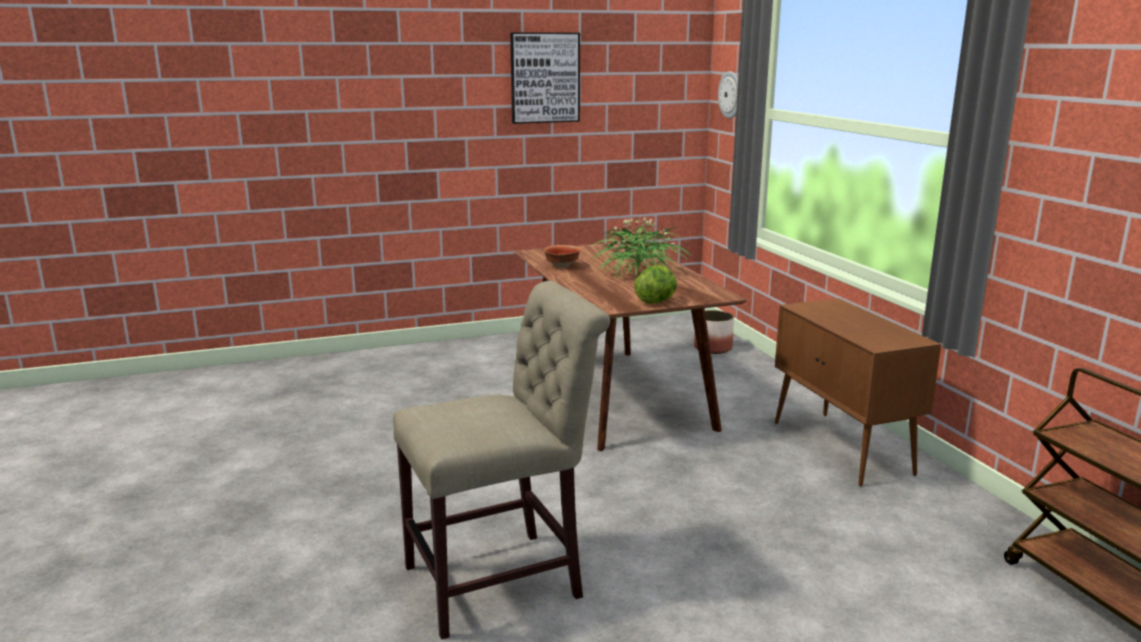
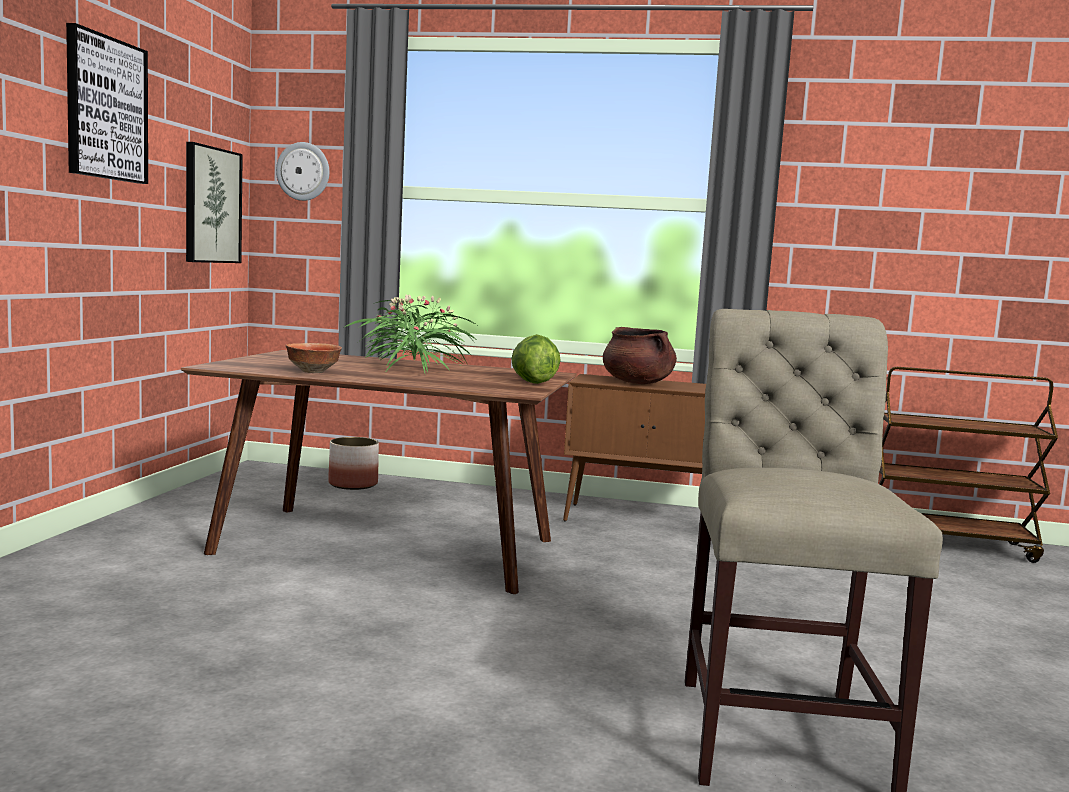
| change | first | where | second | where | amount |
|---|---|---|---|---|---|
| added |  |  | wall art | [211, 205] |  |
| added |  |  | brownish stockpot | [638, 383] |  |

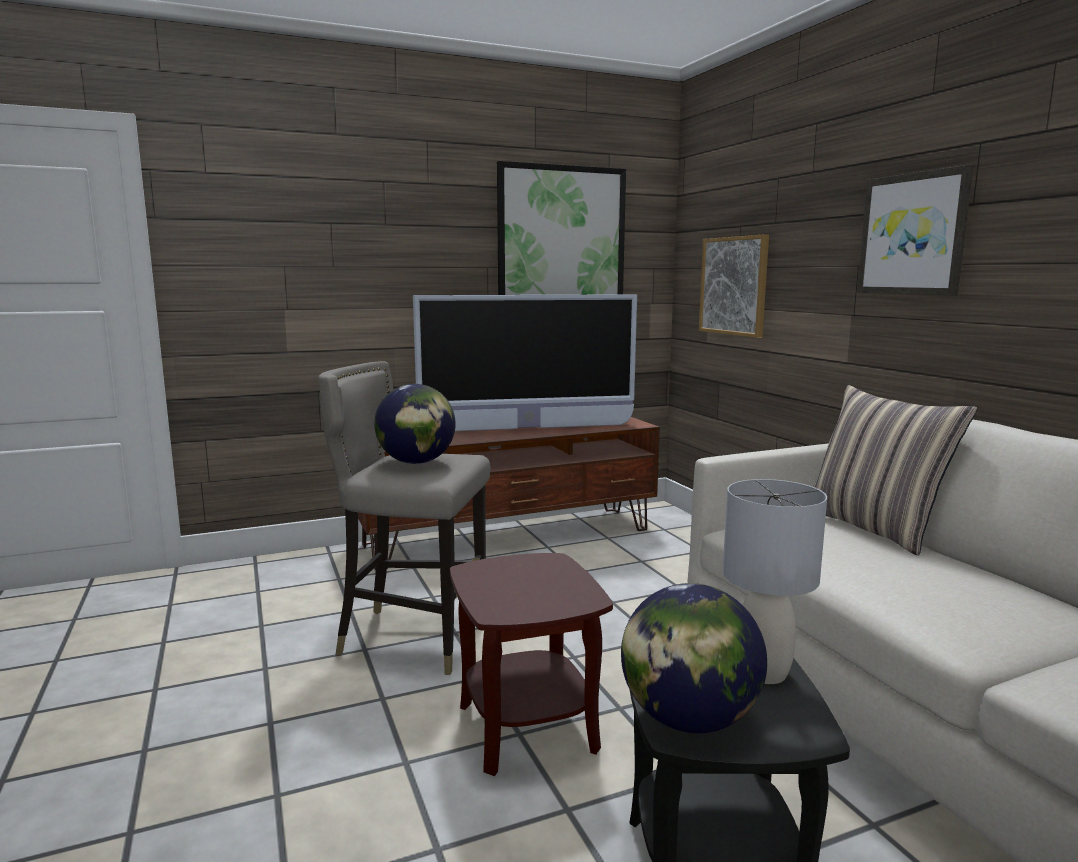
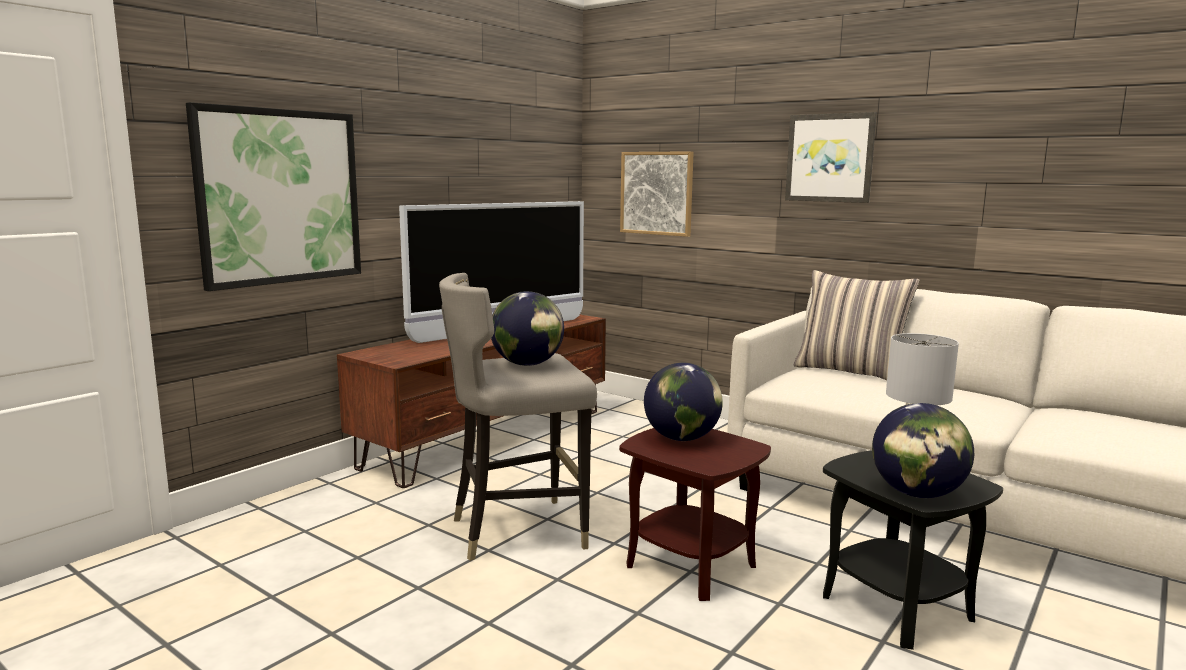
| change | first | where | second | where | amount |
|---|---|---|---|---|---|
| moved | wall art | [561, 237] |  | [280, 197] |  |
| added |  |  | world globe | [682, 438] |  |

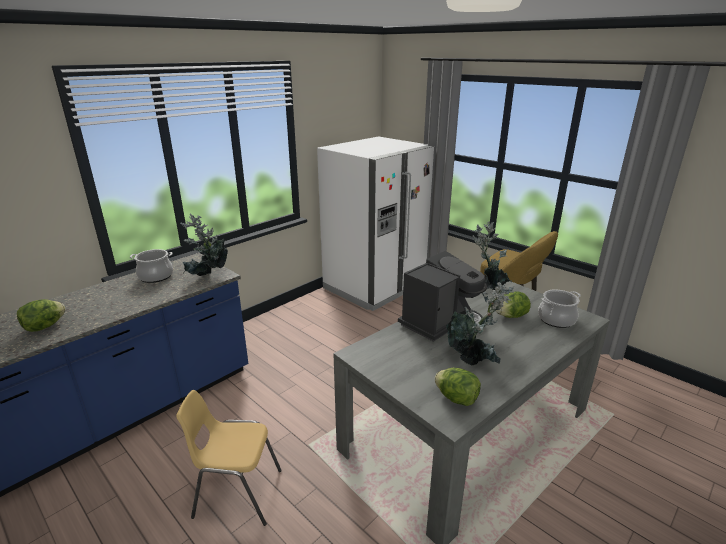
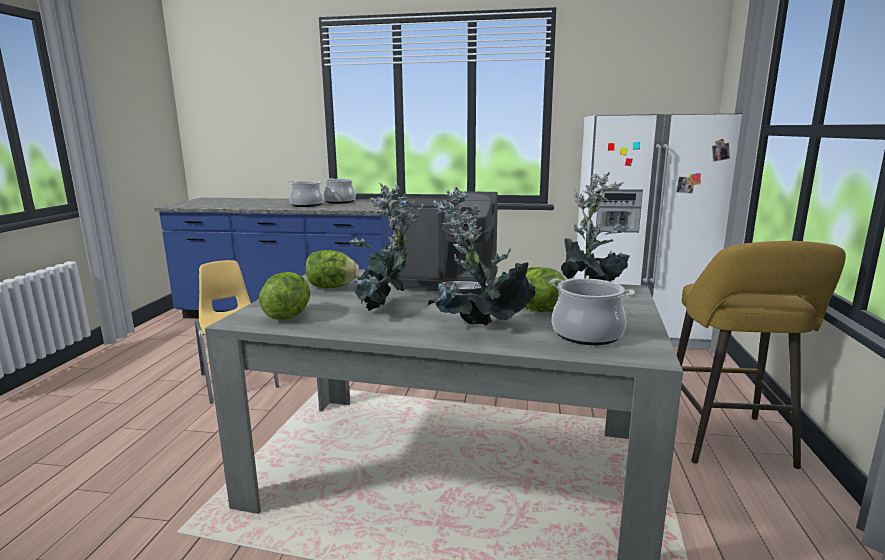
| change | first | where | second | where | amount |
|---|---|---|---|---|---|
| moved | head of lettuce | [44, 327] |  | [331, 287] |  |
| moved | houseplant | [208, 277] |  | [477, 330] |  |
| added |  |  | stockpot | [306, 205] |  |

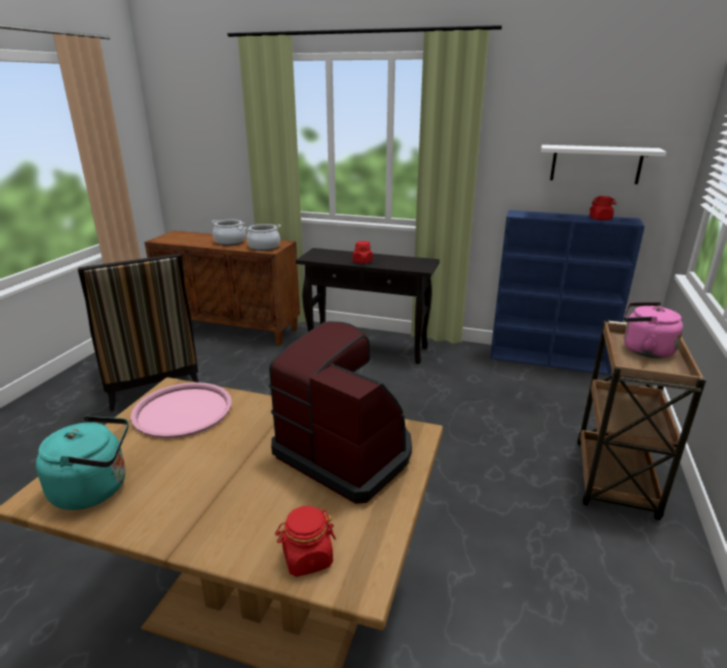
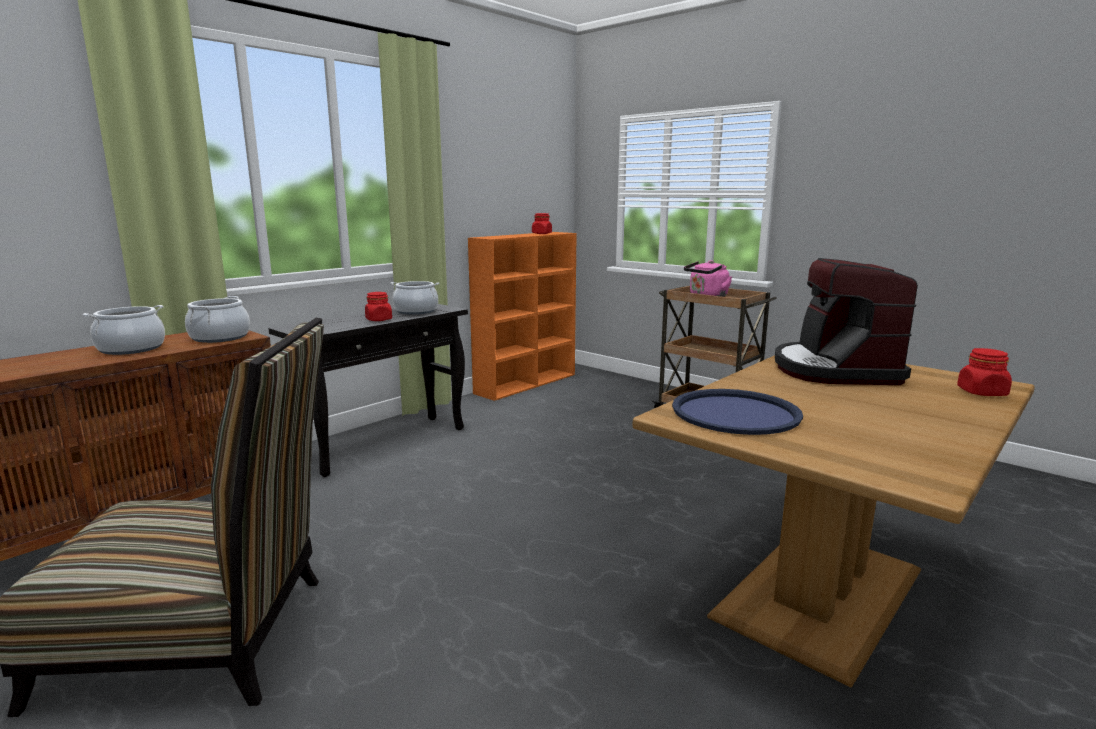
| change | first | where | second | where | amount |
|---|---|---|---|---|---|
| removed | turquoise tea kettle | [95, 488] |  |  |  |
| recoloured | pink carrying tray | [182, 411] | bluish carrying tray | [735, 413] |  |
| turned | coffee machine | [346, 452] |  | [834, 370] | 60 degrees counterclockwise |
| recoloured | bluish shelving unit | [549, 359] | orange shelving unit | [527, 383] |  |
| removed | white-coloured wall shelf | [596, 164] |  |  |  |
| added |  |  | stockpot | [416, 311] |  |

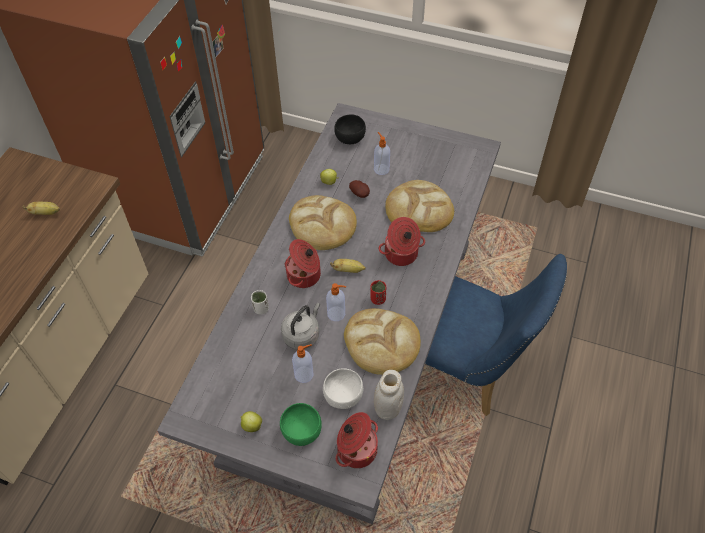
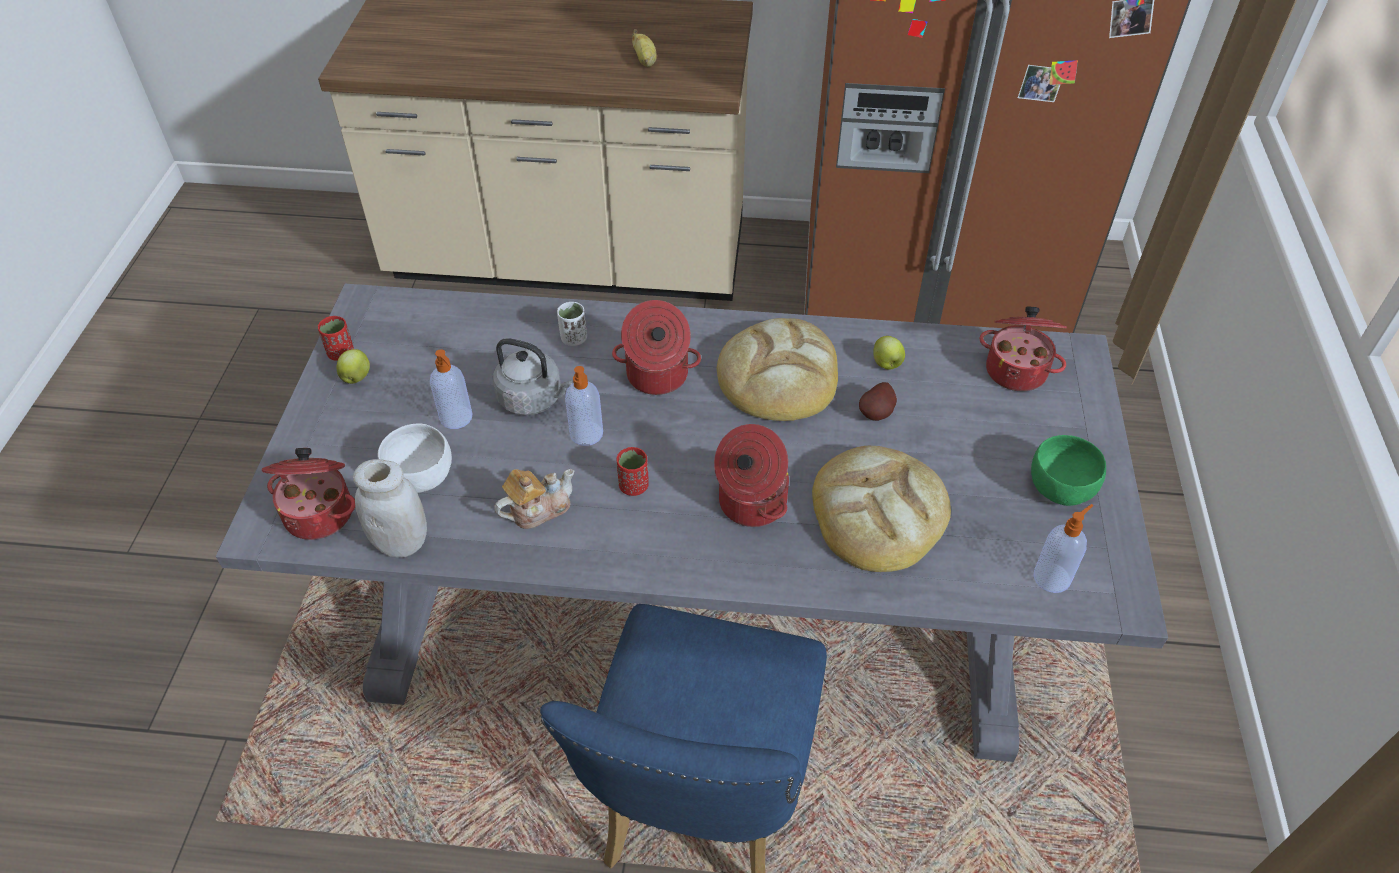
| change | first | where | second | where | amount |
|---|---|---|---|---|---|
| moved | green-coloured serving bowl | [302, 431] |  | [1060, 488] |  |
| removed | banana | [348, 270] |  |  |  |
| replaced | blackish serving bowl | [349, 138] | stockpot | [1016, 370] |  |
| replaced | bakery bread | [381, 343] | teapot | [538, 509] |  |
| moved | soap dispenser | [381, 169] |  | [1052, 577] |  |
| added |  |  | red-coloured small cup | [341, 353] |  |

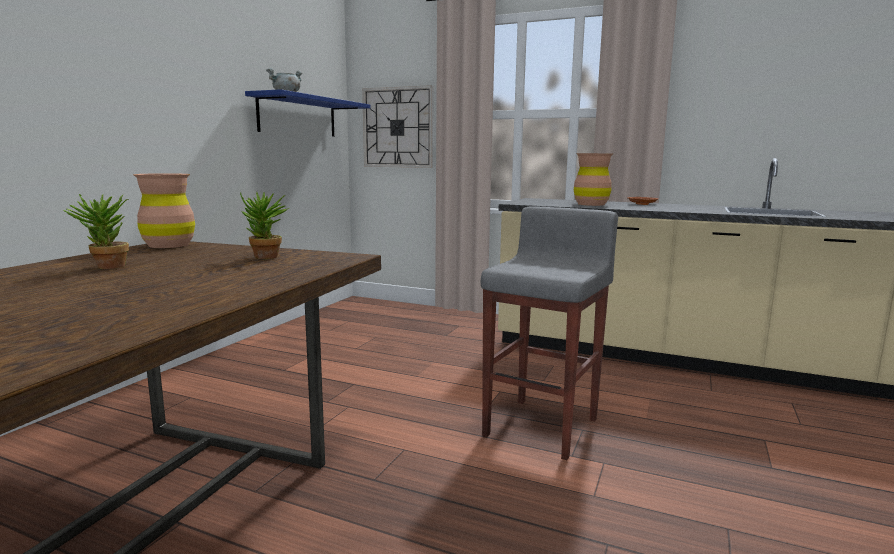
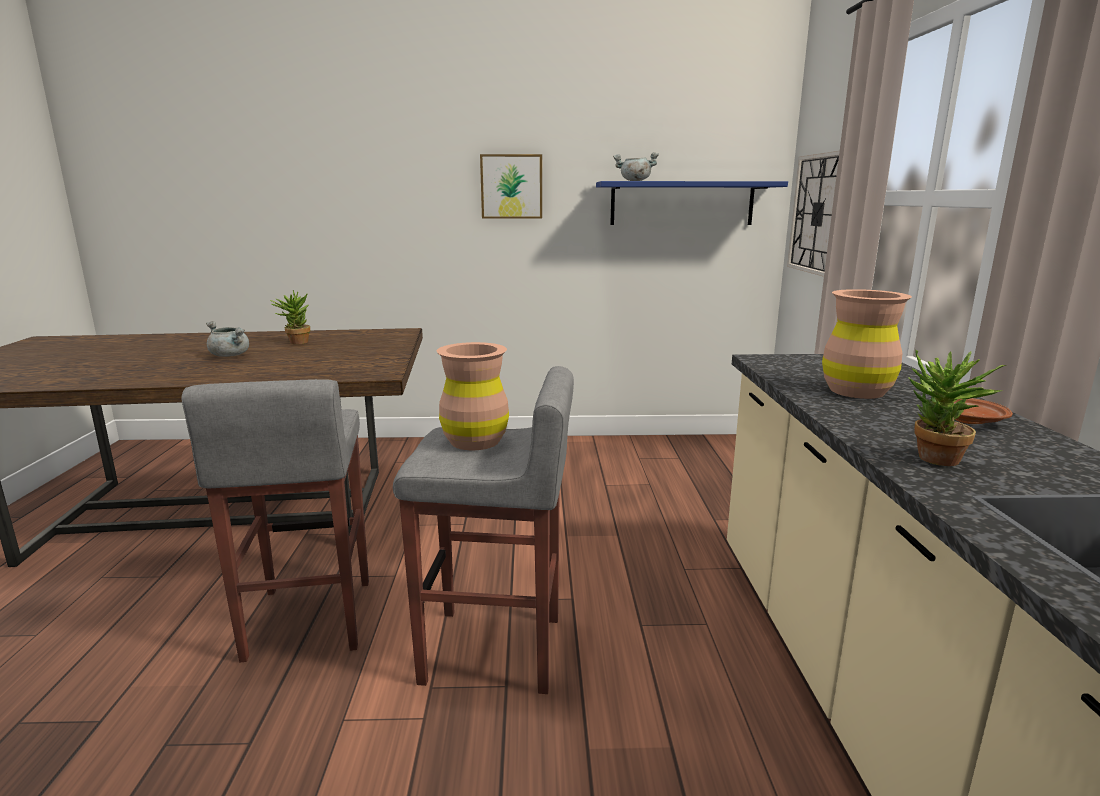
| change | first | where | second | where | amount |
|---|---|---|---|---|---|
| moved | brownish decorative vase | [169, 245] |  | [475, 441] |  |
| moved | houseplant | [266, 258] |  | [935, 461] |  |
| added |  |  | gray sitting stool | [307, 620] |  |
| added |  |  | gray stockpot | [231, 355] |  |
| added |  |  | wall art | [511, 187] |  |

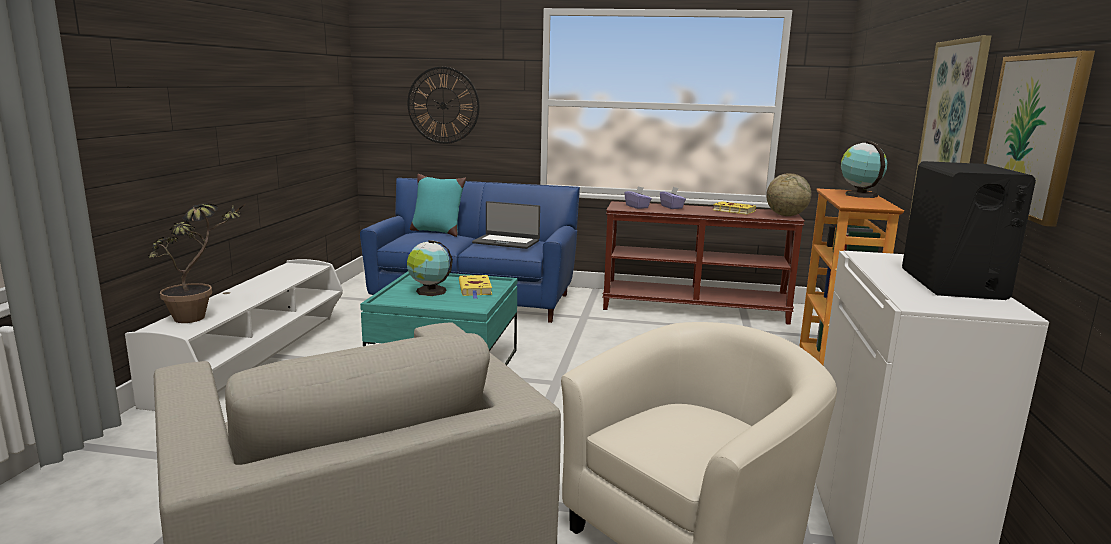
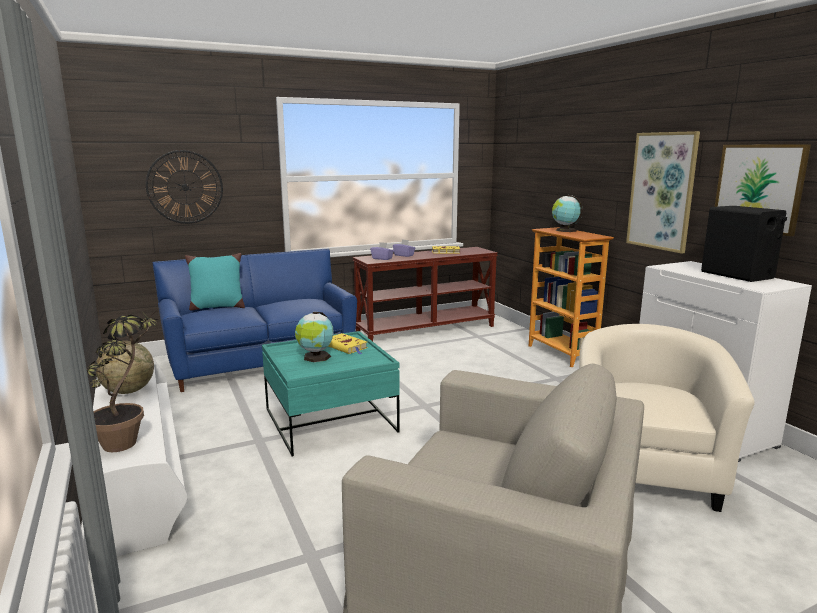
| change | first | where | second | where | amount |
|---|---|---|---|---|---|
| removed | laptop | [506, 242] |  |  |  |
| moved | world globe | [786, 215] |  | [128, 391] |  |

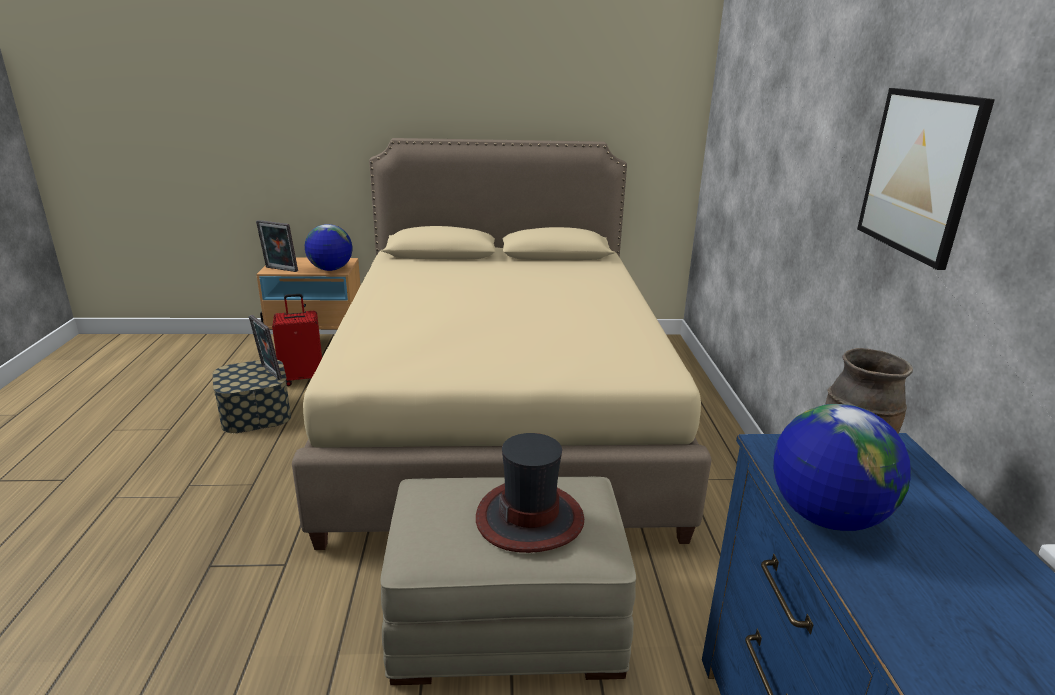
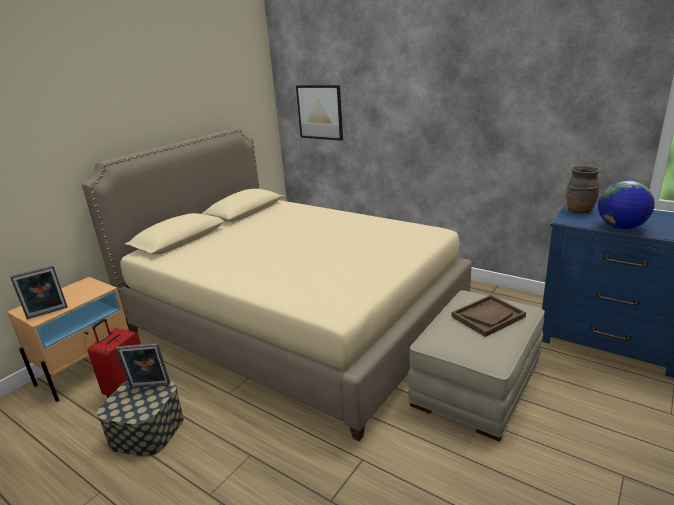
| change | first | where | second | where | amount |
|---|---|---|---|---|---|
| removed | world globe | [330, 269] |  |  |  |
| replaced | wearable hat | [530, 518] | brownish carrying tray | [488, 316] |  |
| moved | wall art | [919, 174] |  | [320, 112] |  |

